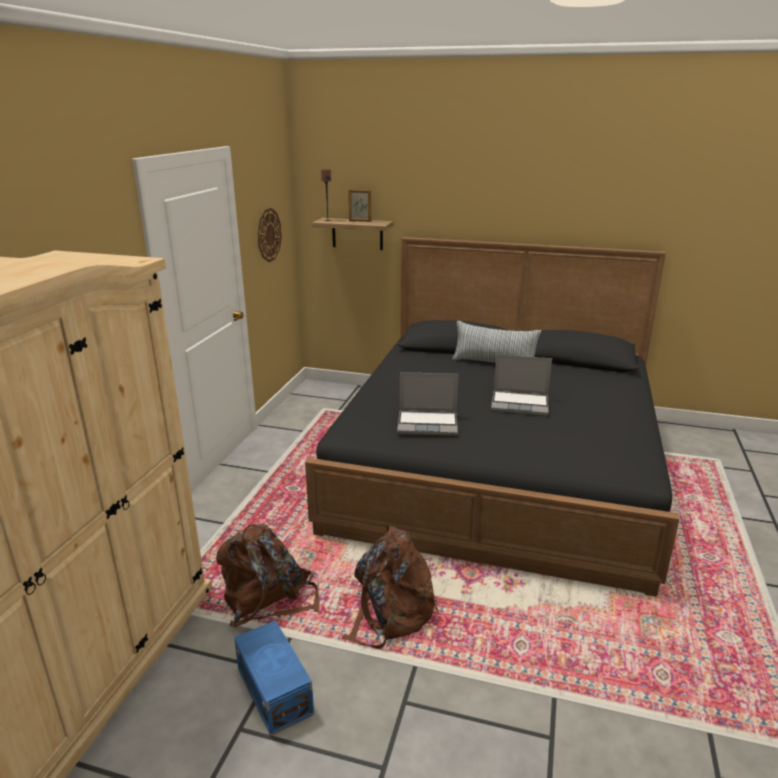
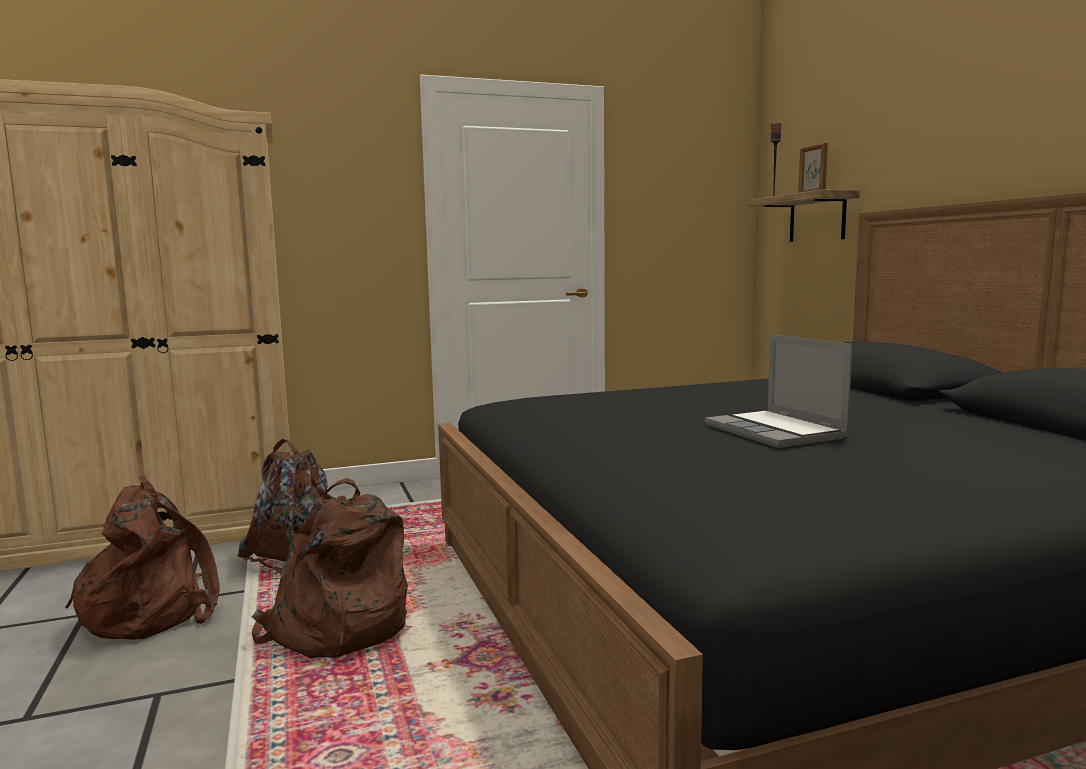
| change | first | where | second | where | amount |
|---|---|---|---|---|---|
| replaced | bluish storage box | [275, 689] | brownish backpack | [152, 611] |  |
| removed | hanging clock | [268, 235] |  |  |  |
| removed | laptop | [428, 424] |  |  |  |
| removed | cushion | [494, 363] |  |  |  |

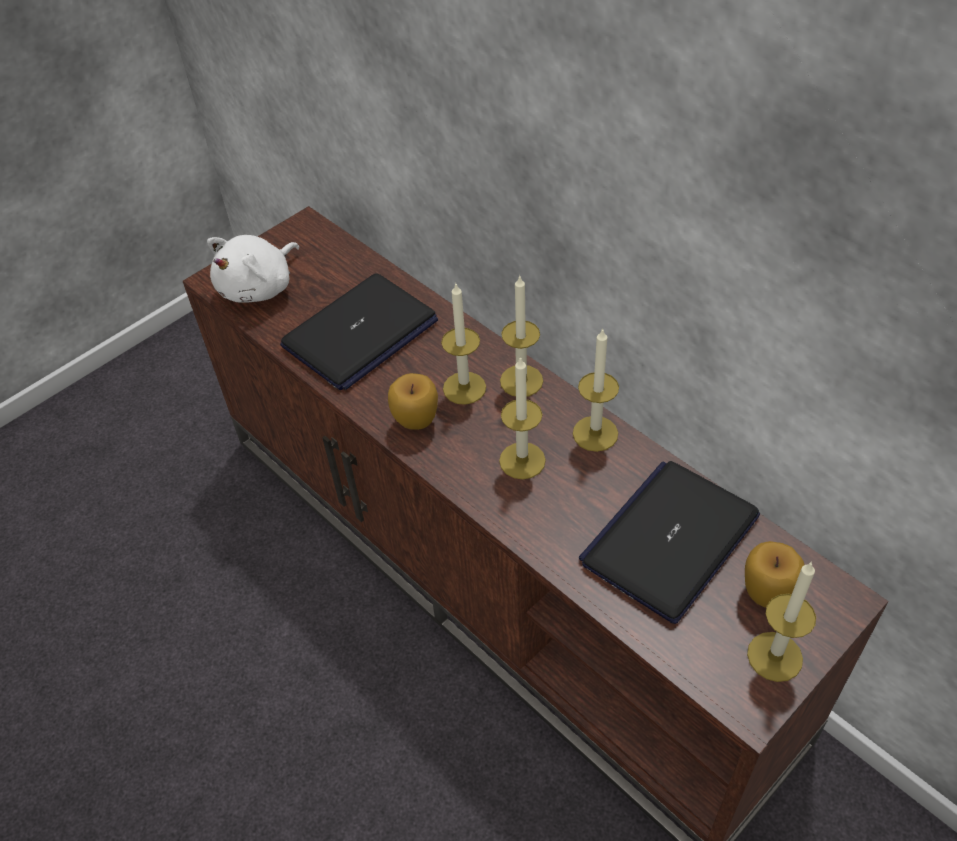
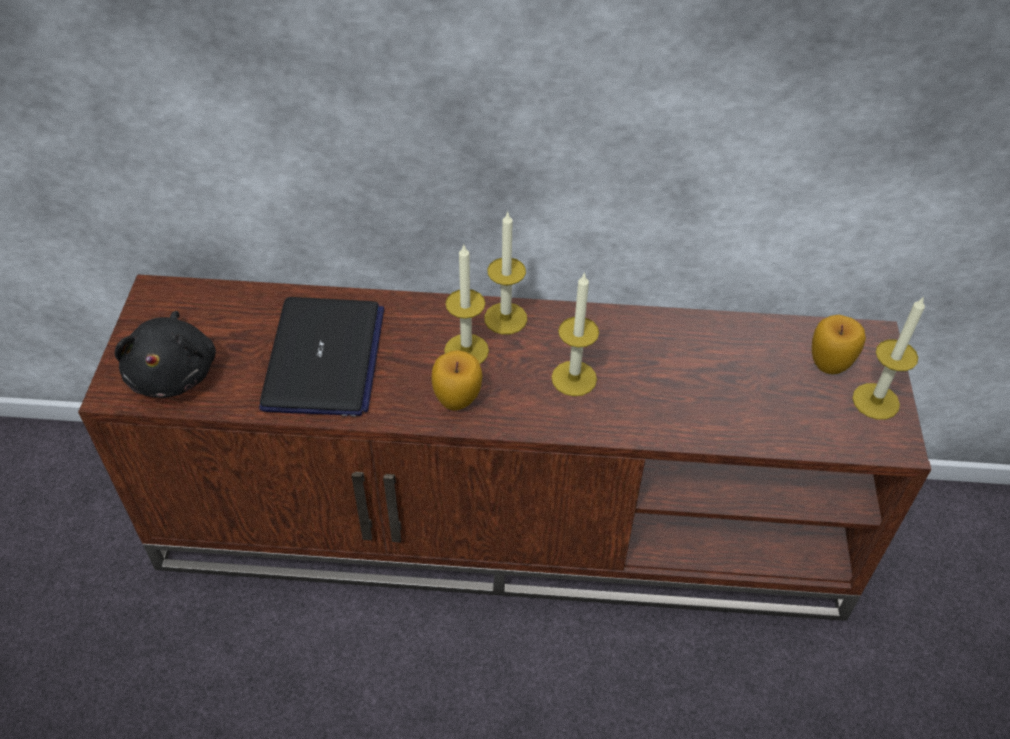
| change | first | where | second | where | amount |
|---|---|---|---|---|---|
| recoloured | white-coloured cuddly toy | [259, 287] | blackish cuddly toy | [174, 373] |  |
| removed | wax light | [595, 433] |  |  |  |
| removed | laptop | [670, 539] |  |  |  |

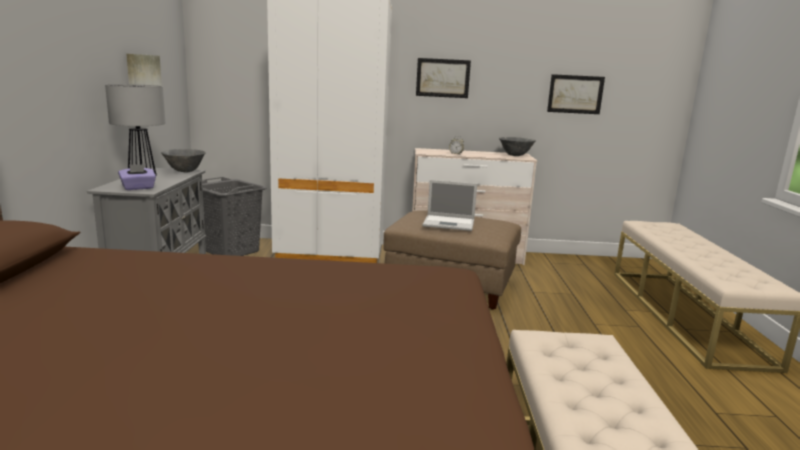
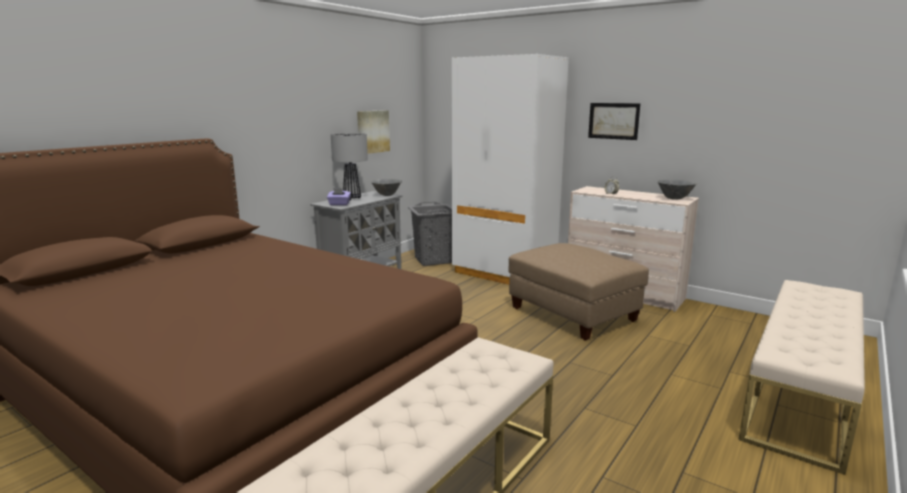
| change | first | where | second | where | amount |
|---|---|---|---|---|---|
| removed | laptop | [450, 223] |  |  |  |
| removed | wall art | [575, 94] |  |  |  |

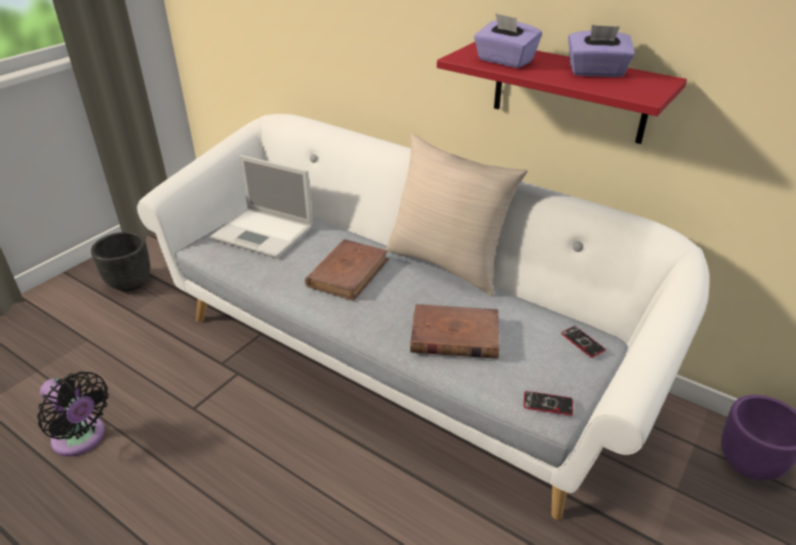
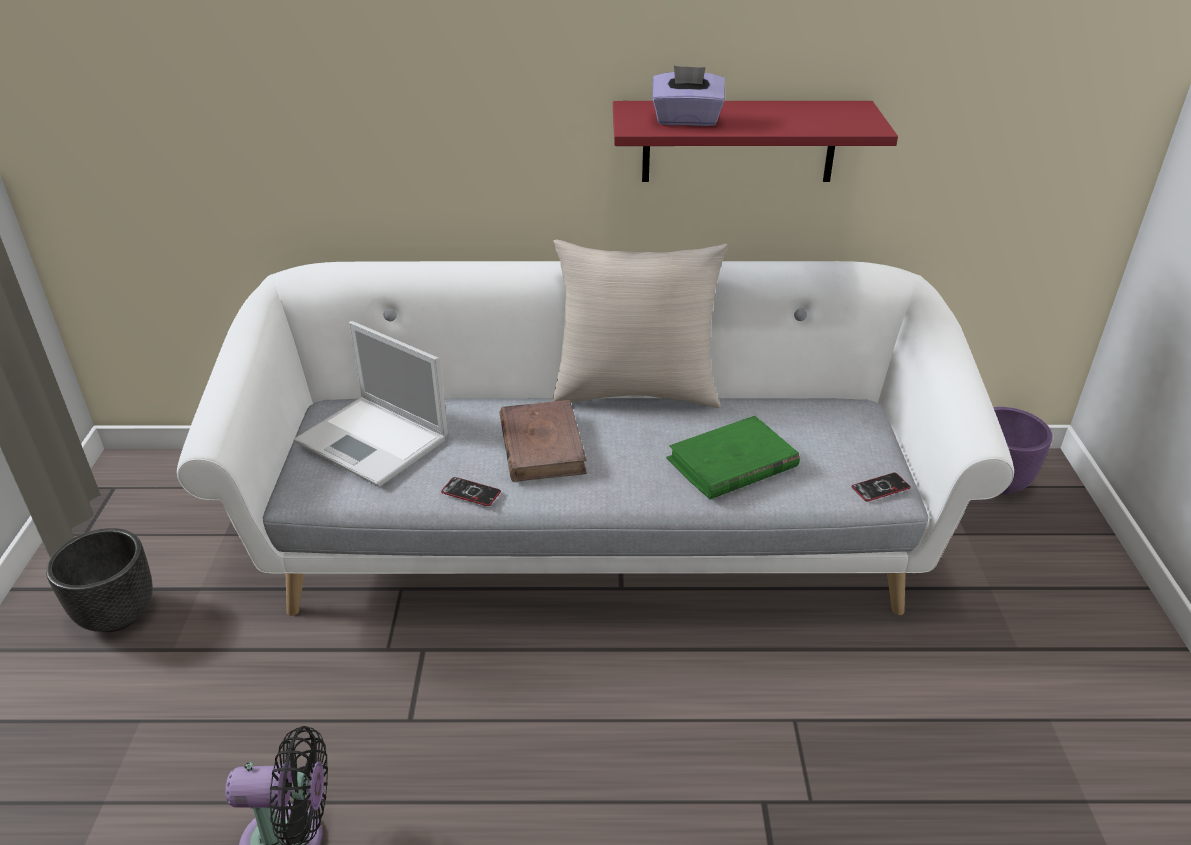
| change | first | where | second | where | amount |
|---|---|---|---|---|---|
| turned | laptop | [264, 233] |  | [374, 441] | 45 degrees clockwise |
| recoloured | brownish book | [454, 336] | green-coloured book | [731, 463] |  |
| moved | telephone | [582, 342] |  | [471, 492] |  |
| removed | purple-coloured tissue box | [596, 72] |  |  |  |

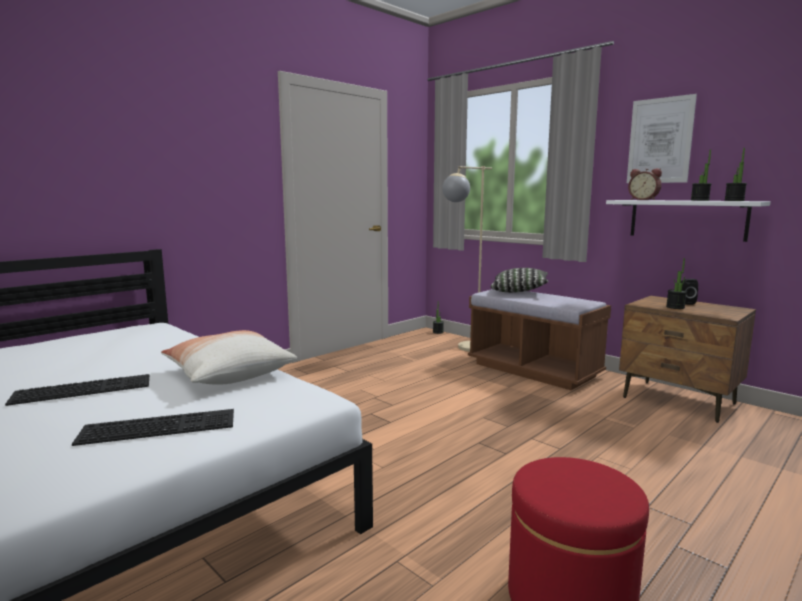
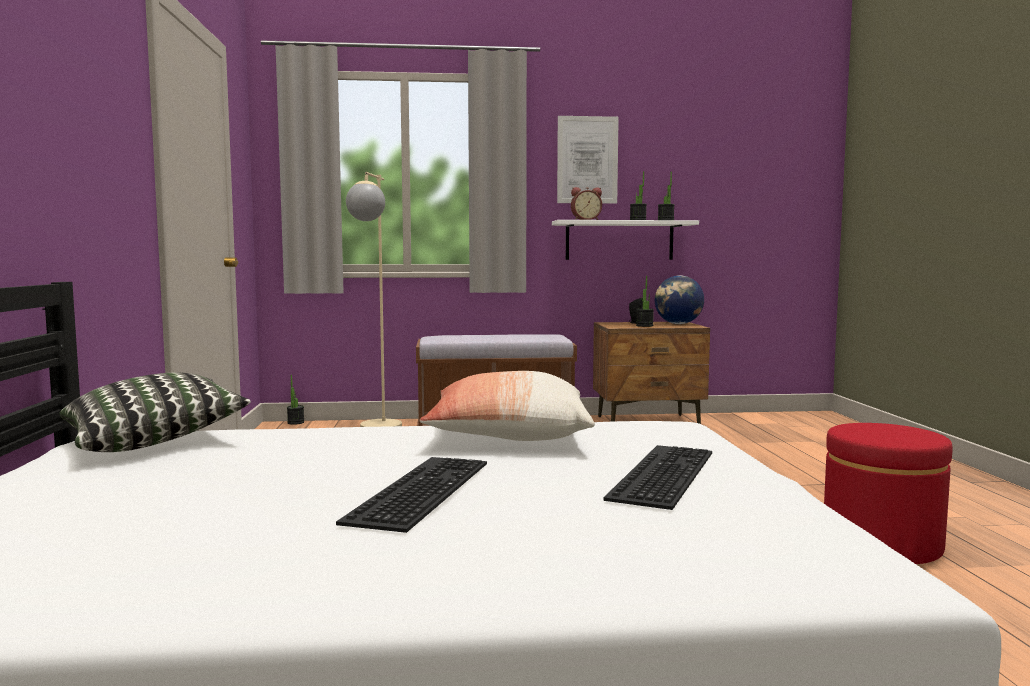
| change | first | where | second | where | amount |
|---|---|---|---|---|---|
| moved | cushion | [519, 291] |  | [154, 441] |  |
| added |  |  | world globe | [678, 324] |  |

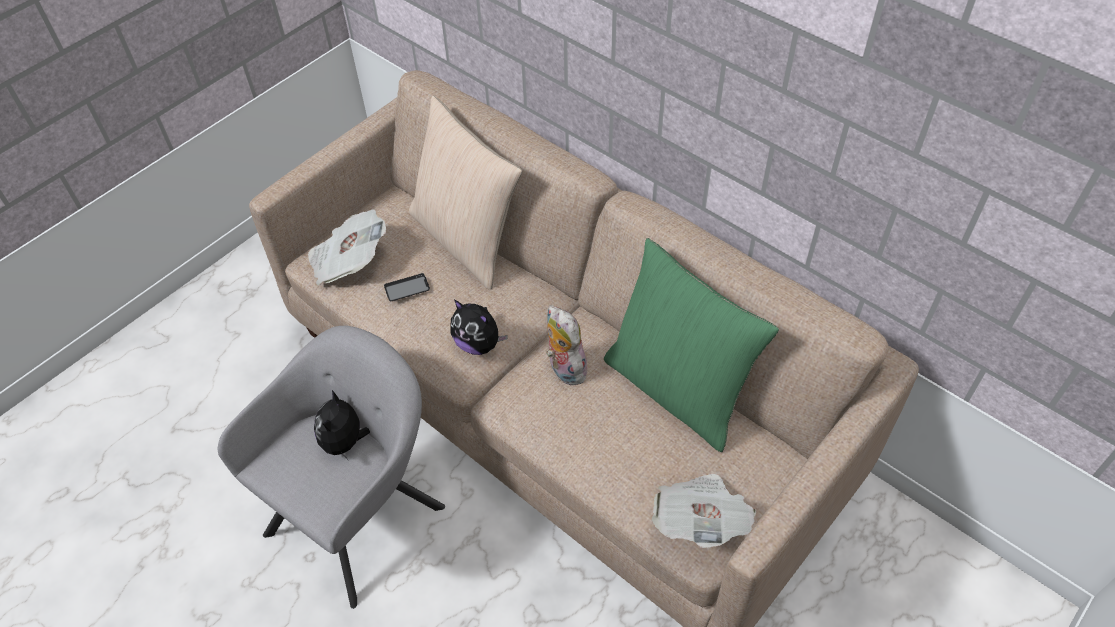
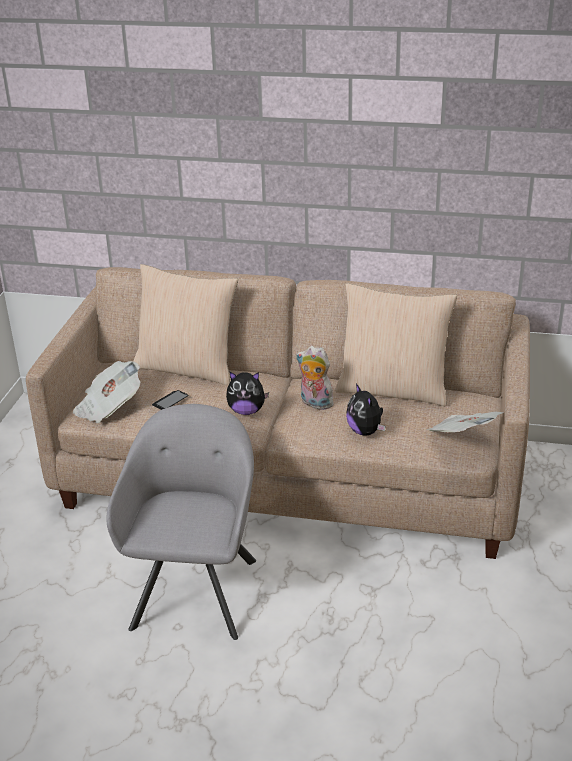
| change | first | where | second | where | amount |
|---|---|---|---|---|---|
| moved | cuddly toy | [346, 442] |  | [365, 431] |  |
| recoloured | green-coloured cushion | [677, 389] | sand-coloured cushion | [393, 389] |  |

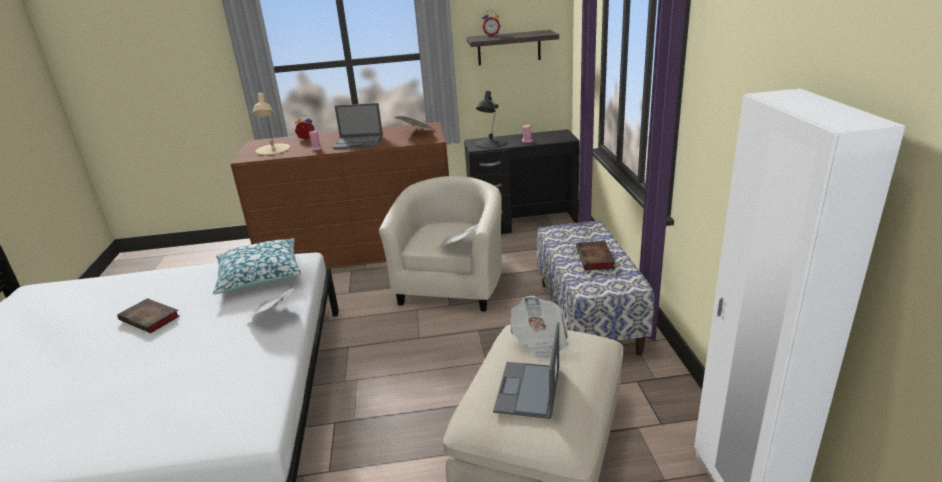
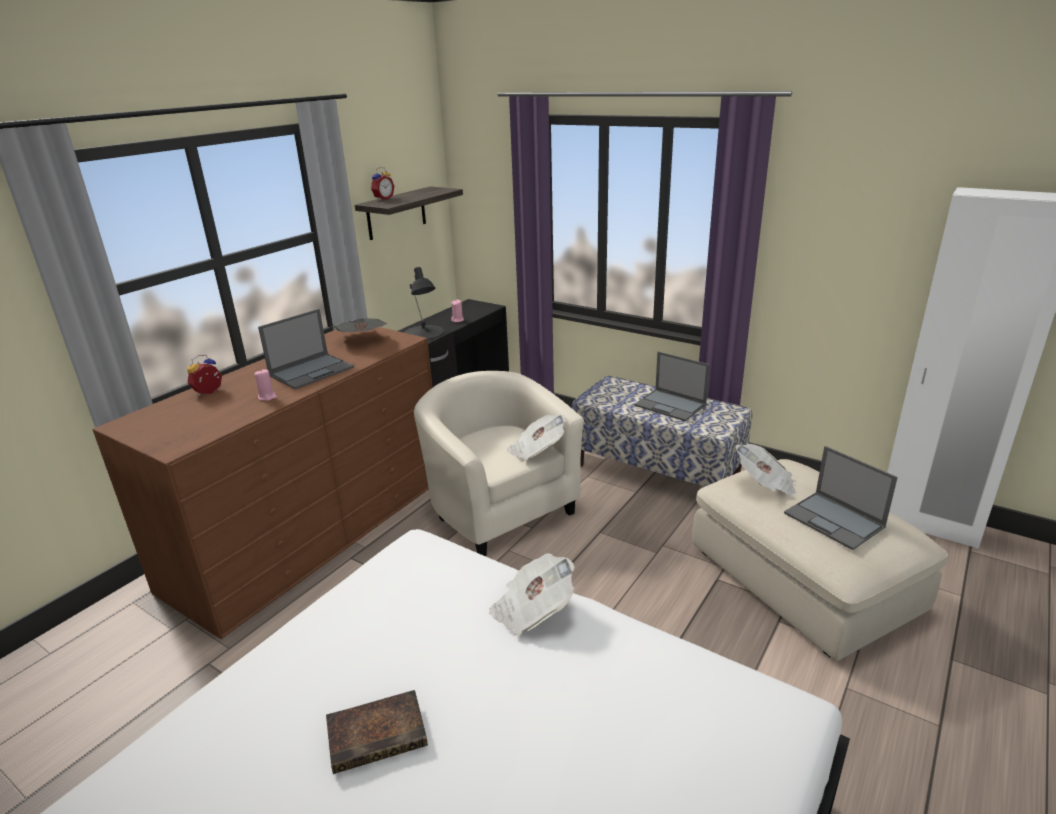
| change | first | where | second | where | amount |
|---|---|---|---|---|---|
| removed | cushion | [259, 275] |  |  |  |
| removed | sand-coloured table lamp | [272, 149] |  |  |  |
| replaced | book | [595, 259] | laptop | [671, 405] |  |

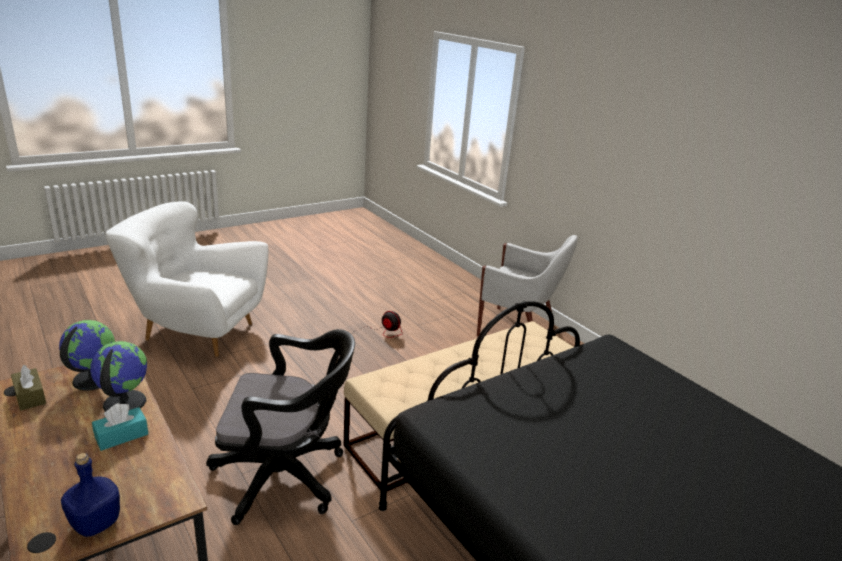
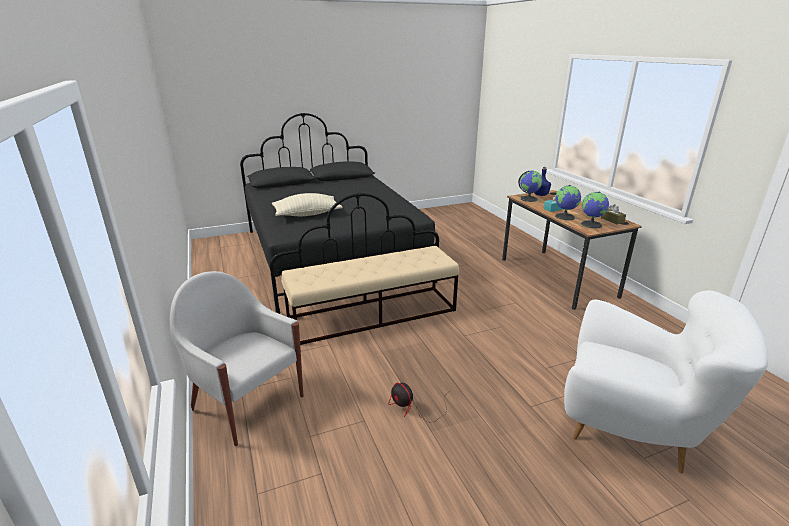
| change | first | where | second | where | amount |
|---|---|---|---|---|---|
| removed | blackish computer chair | [286, 477] |  |  |  |
| added |  |  | sand-coloured cushion | [307, 214] |  |
| added |  |  | world globe | [528, 199] |  |

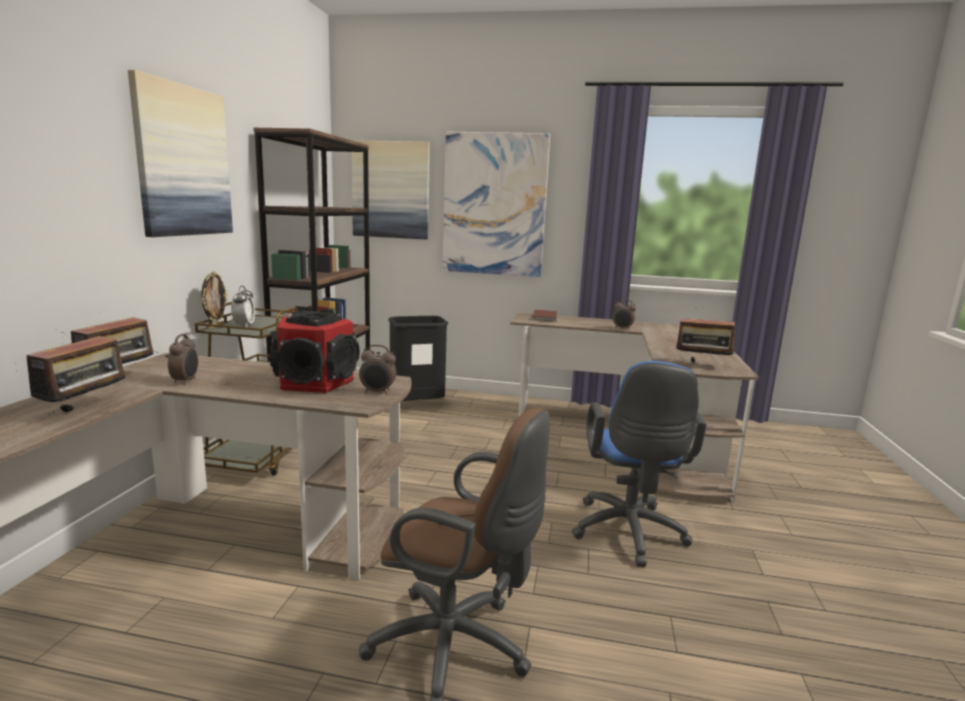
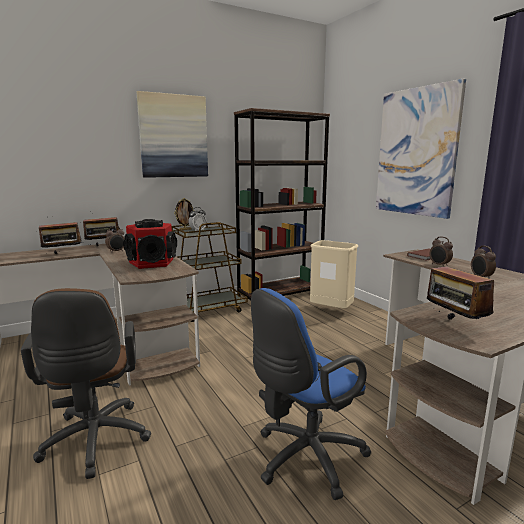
| change | first | where | second | where | amount |
|---|---|---|---|---|---|
| removed | wall art | [391, 190] |  |  |  |
| moved | bedside clock | [377, 392] |  | [439, 265] |  |
| recoloured | blackish waste bin | [417, 406] | sand-coloured waste bin | [331, 311] |  |

